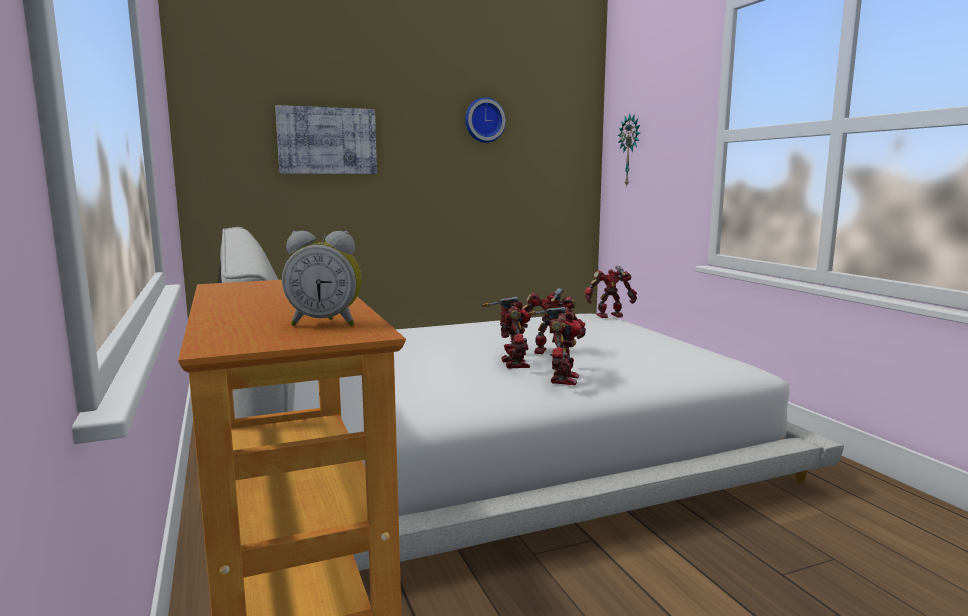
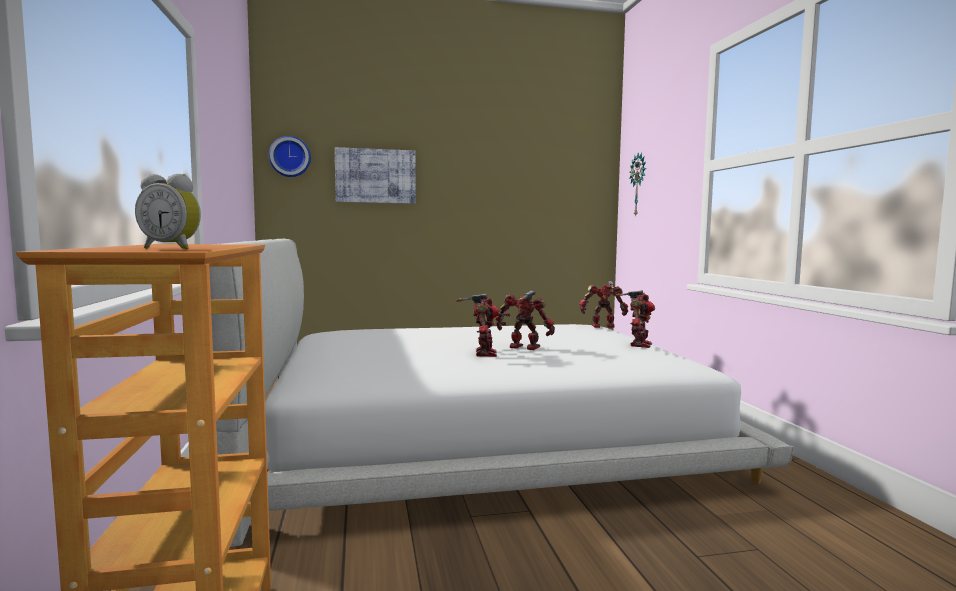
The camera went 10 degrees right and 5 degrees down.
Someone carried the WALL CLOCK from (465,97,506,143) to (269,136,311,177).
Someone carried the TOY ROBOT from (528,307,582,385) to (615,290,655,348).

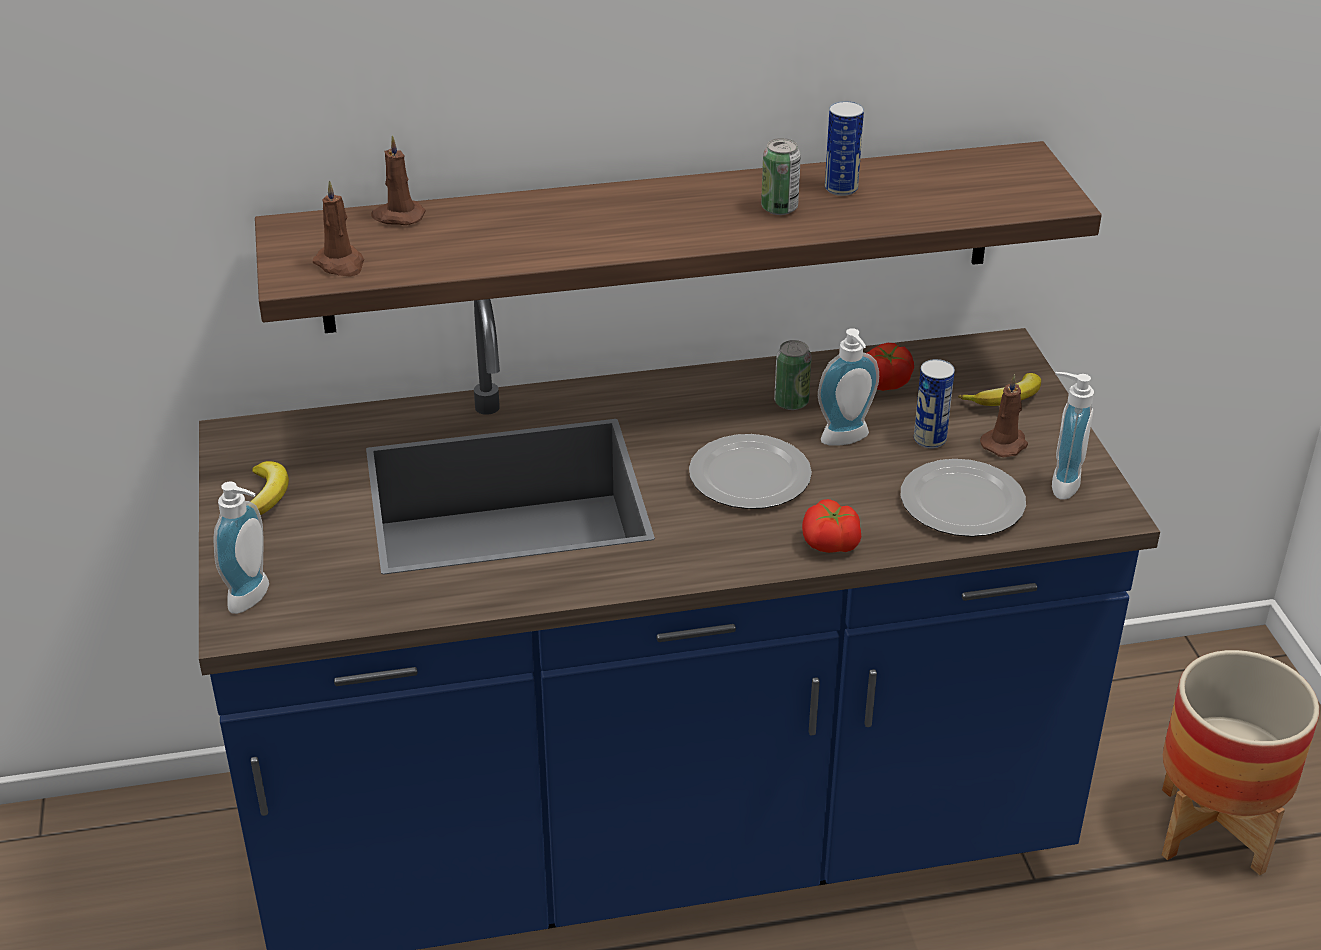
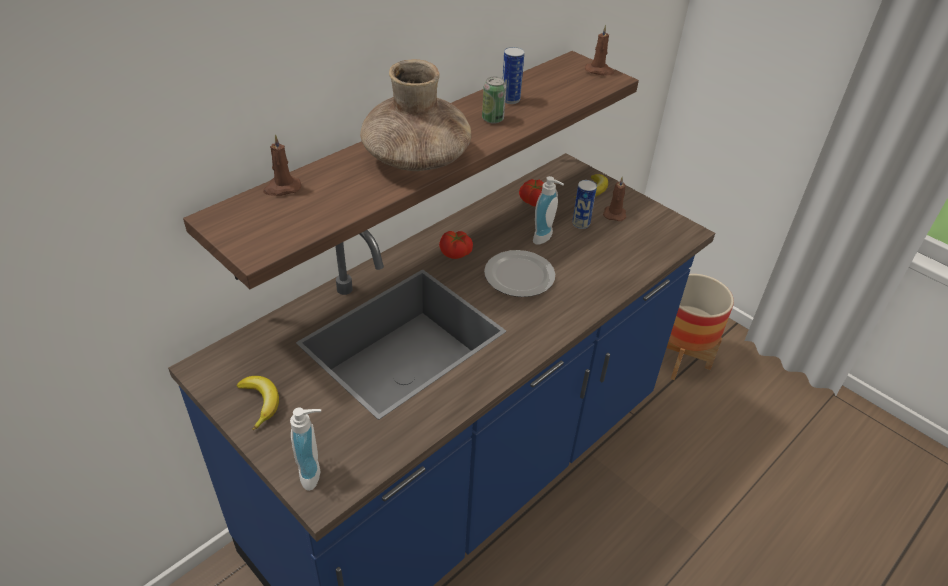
The camera went 35 degrees left and 5 degrees up.
Someone put down the BROWN VASE at (360,59,472,171).
Someone carried the TOMATO from (802,499,861,553) to (439,231,473,259).
Someone carried the BROWN CANDLE from (313,180,364,277) to (585,25,614,76).
Someone took away the CAN at (774,340,812,410).
Someone took away the PLATE at (901,459,1026,537).
Someone took away the SOAP DISPENSER at (1052,372,1094,500).

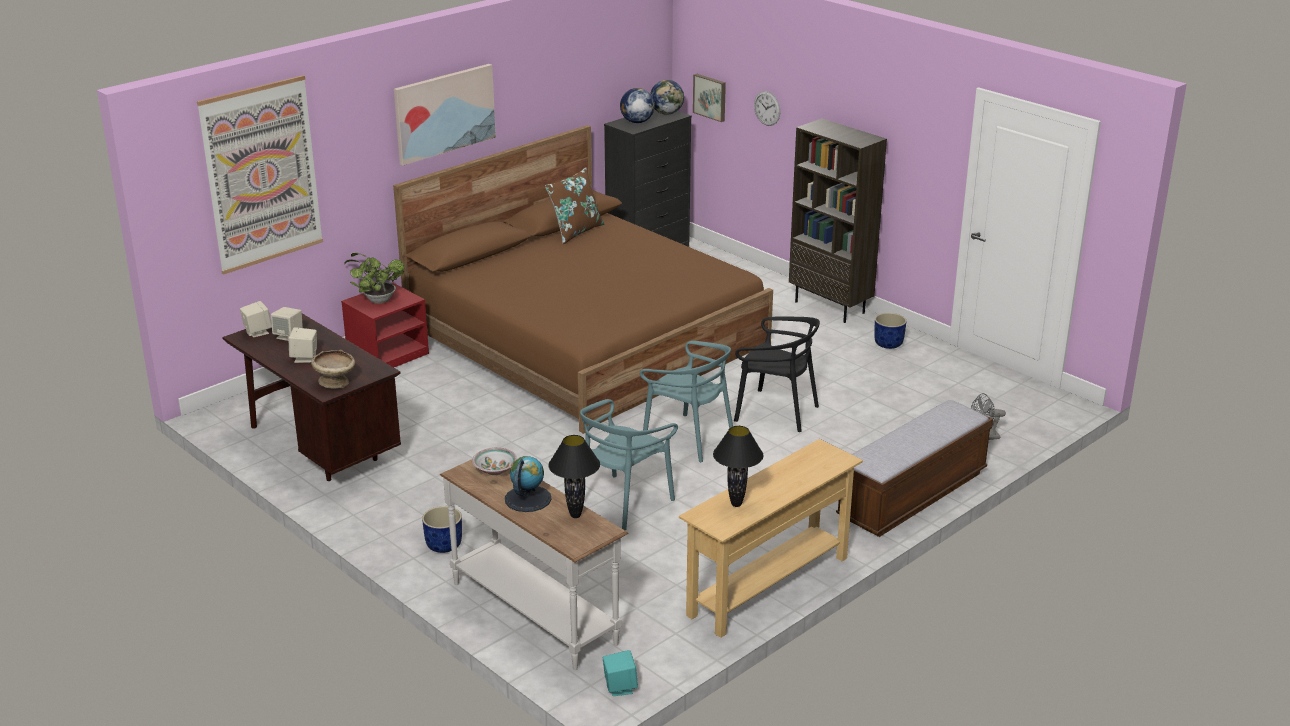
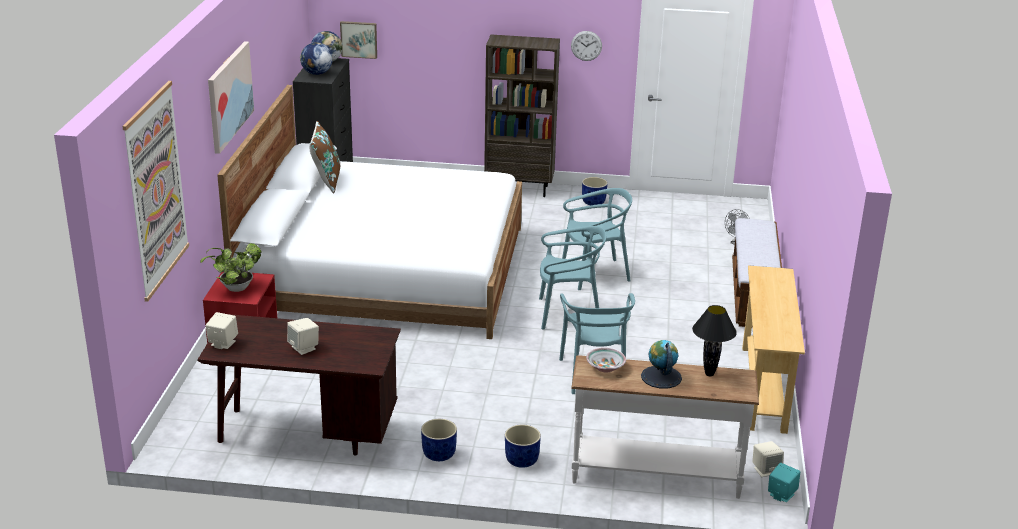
The camera went 40 degrees left and 0 degrees up.
Someone repainted the BROWN BED at (393,125,773,434), which became the WHITE BED at (217,85,522,339).
Someone put down the BLUE PLANTER at (421,419,457,461).
Someone repainted the BLACK CHAIR at (734,317,820,432), which became the TURQUOISE CHAIR at (562,188,632,290).
Someone carried the WALL CLOCK from (754,91,781,126) to (571,31,602,61).
Someone carried the BEIGE SPEAKER from (271,307,303,341) to (752,441,784,477).
Someone took away the BEIGE BOWL at (311,350,355,389).
Someone took away the BLACK TABLE LAMP at (713,426,763,507).

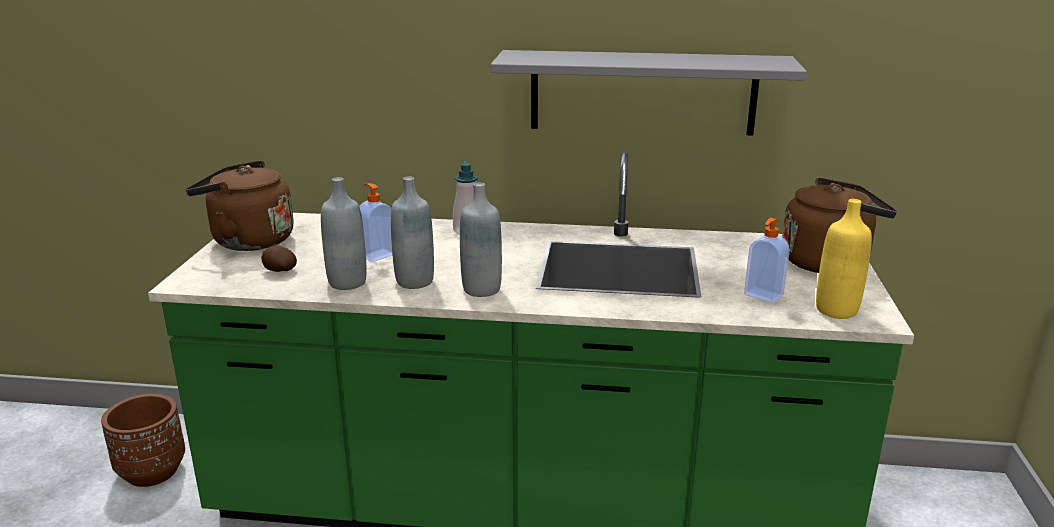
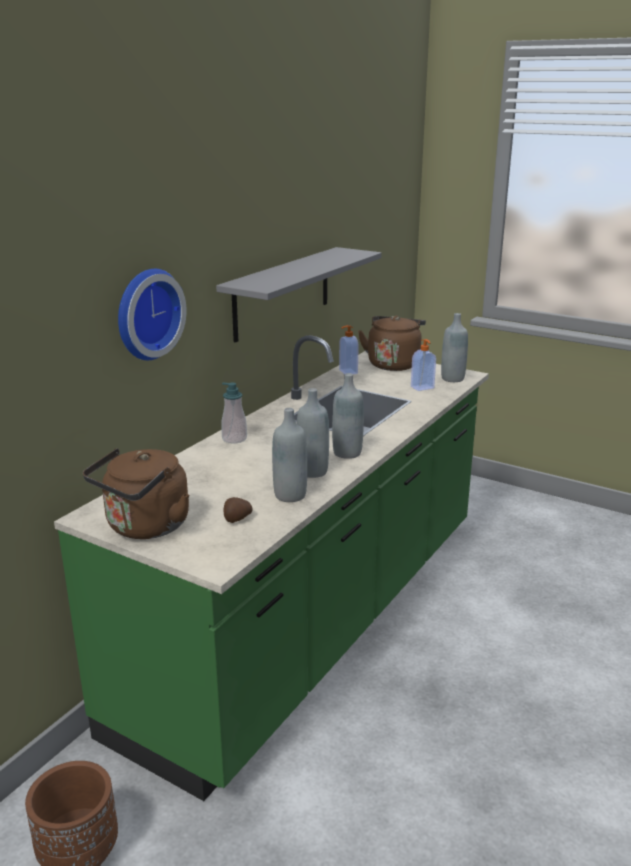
The camera went 65 degrees left and 0 degrees up.
Someone put up the WALL CLOCK at (118,269,187,360).
Someone carried the SOAP DISPENSER from (359,183,393,262) to (339,325,359,374).
Someone repainted the YELLOW BOTTLE at (816,199,872,319), which became the GREY BOTTLE at (441,313,468,382).

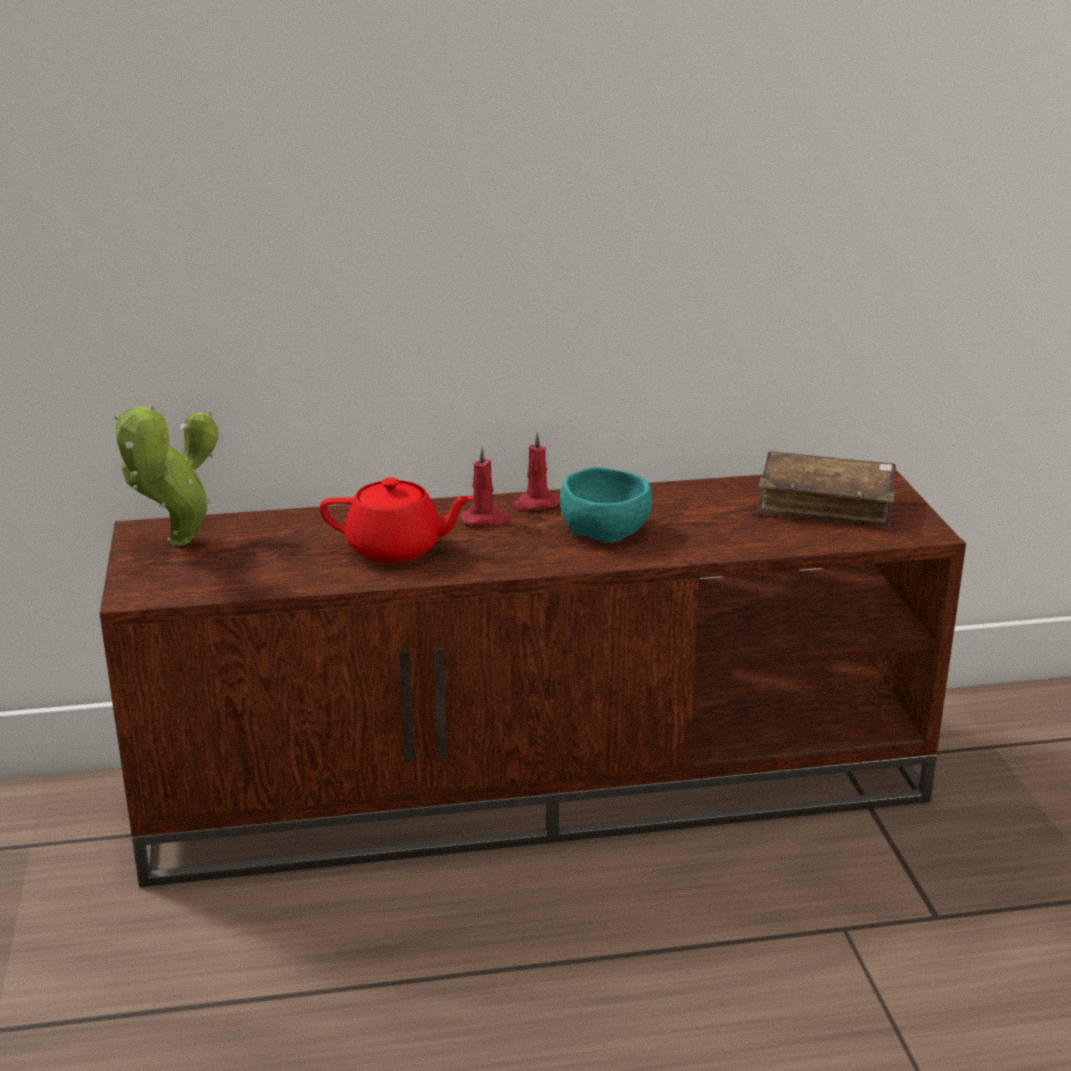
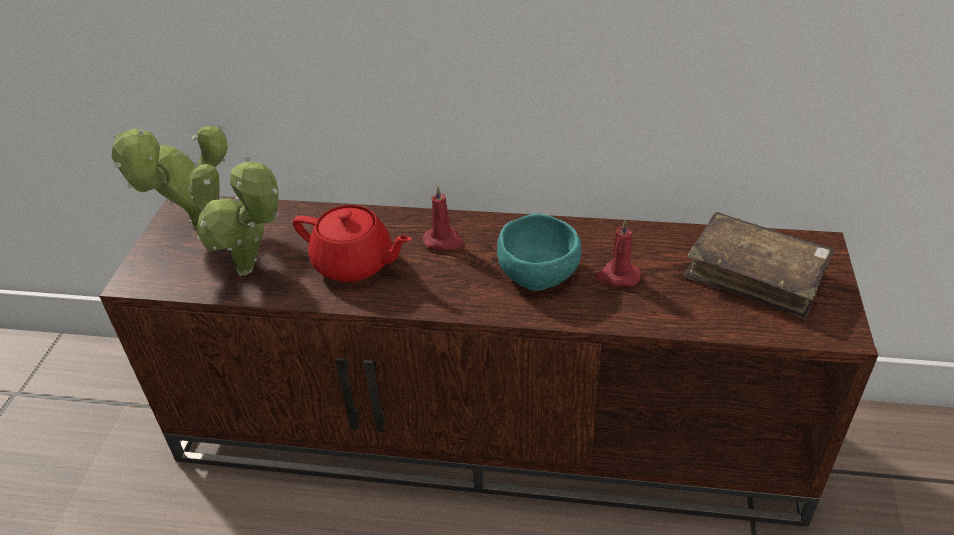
The camera went 20 degrees right and 15 degrees up.
Someone put down the POTTED PLANT at (189,157,279,276).
Someone carried the RED CANDLE from (512,432,559,510) to (595,220,641,287).

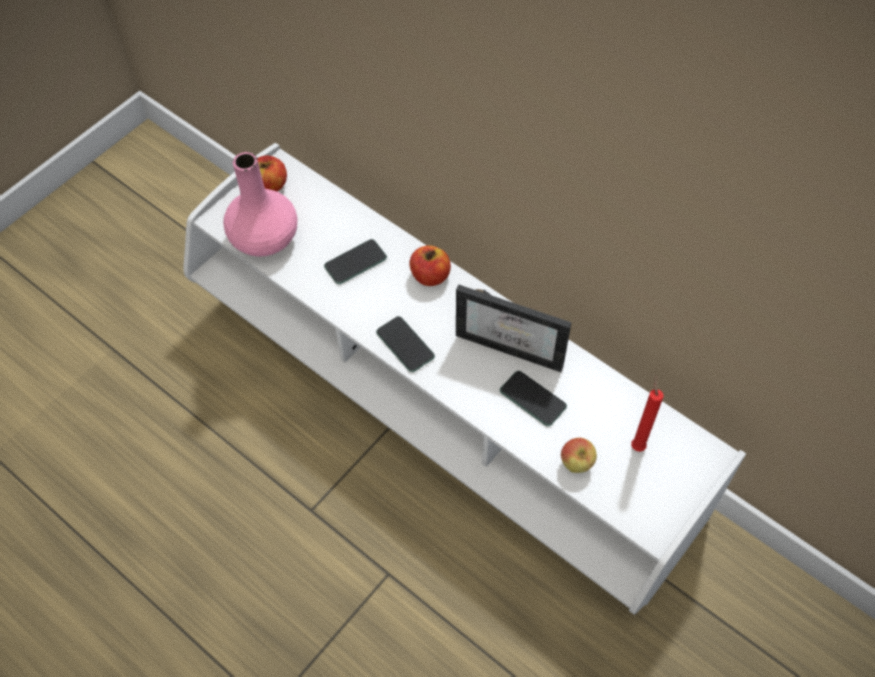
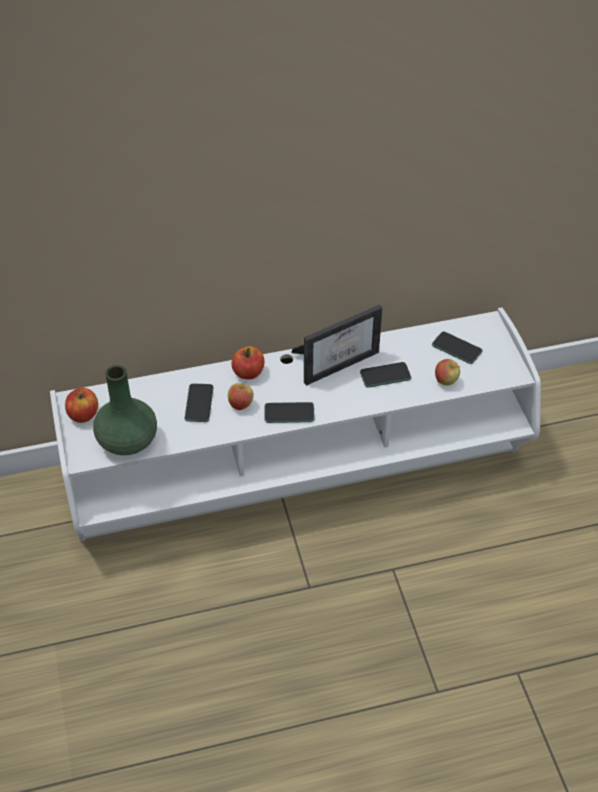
The camera went 55 degrees left and 10 degrees down.
Someone repainted the PINK VASE at (223,152,298,257), which became the GREEN VASE at (93,365,157,455).
Someone put down the APPLE at (228,381,254,410).
Someone swapped the RED CANDLE at (631,376,664,452) for the PHONE at (432,331,483,364).

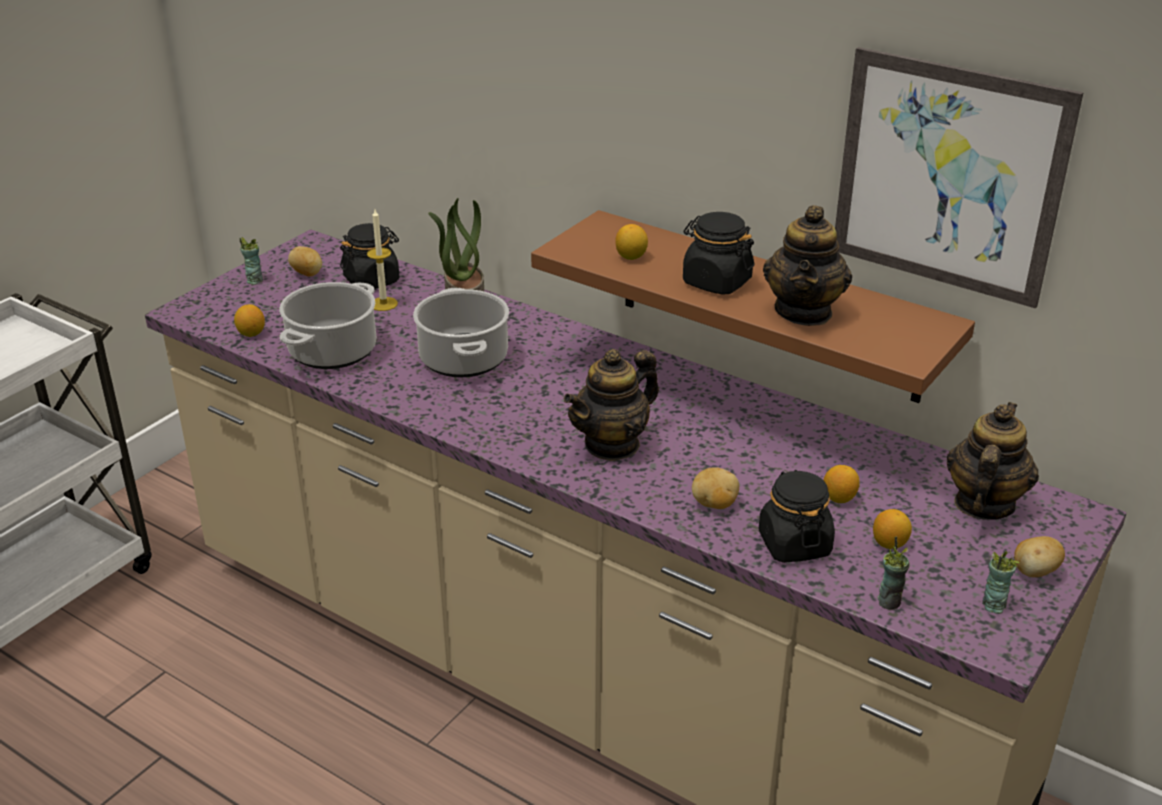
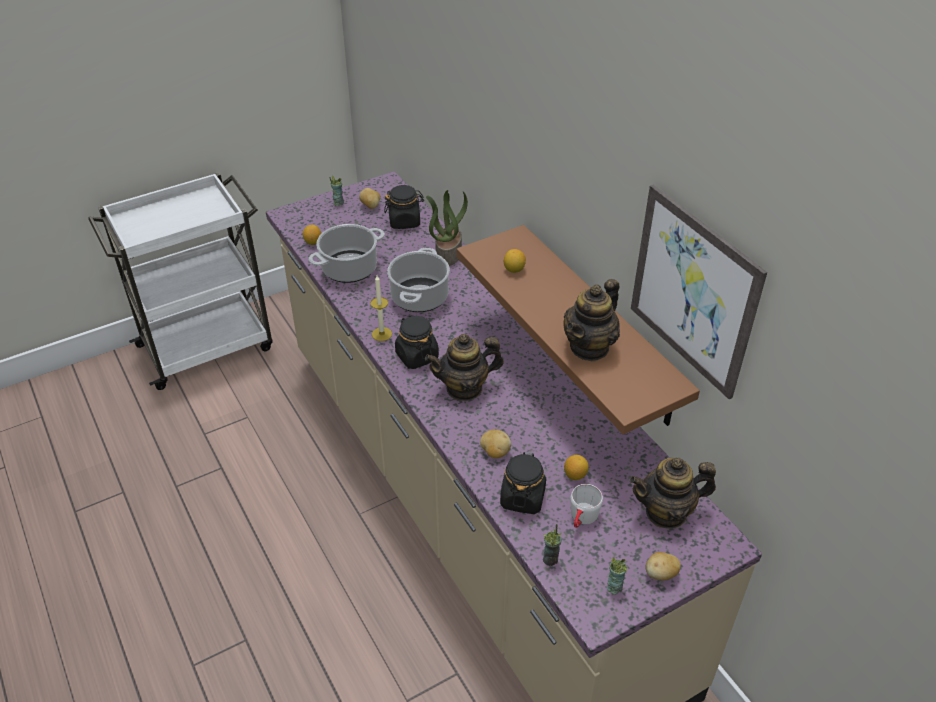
The camera went 25 degrees right and 10 degrees up.
Someone carried the CANDLE from (367,209,398,311) to (370,276,392,341).
Someone carried the BLACK JAR from (683,212,754,295) to (395,315,439,369).
Someone swapped the LEMON at (873,509,912,549) for the WHITE MUG at (570,484,603,528).
Someone rotated the TEAPOT at (947,402,1039,520) by 150 degrees counterclockwise.

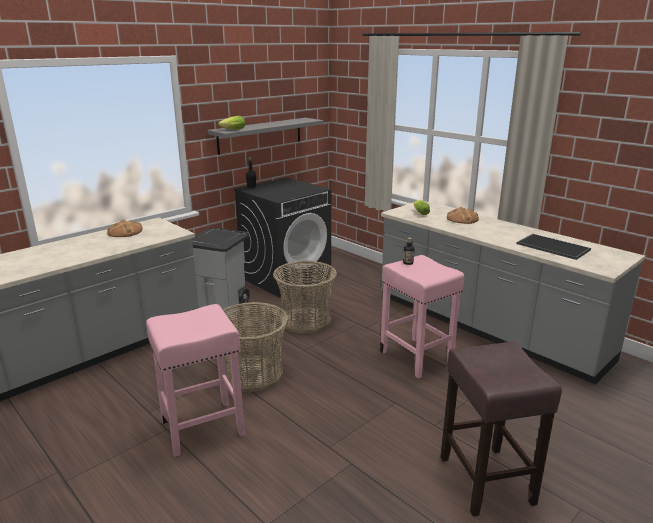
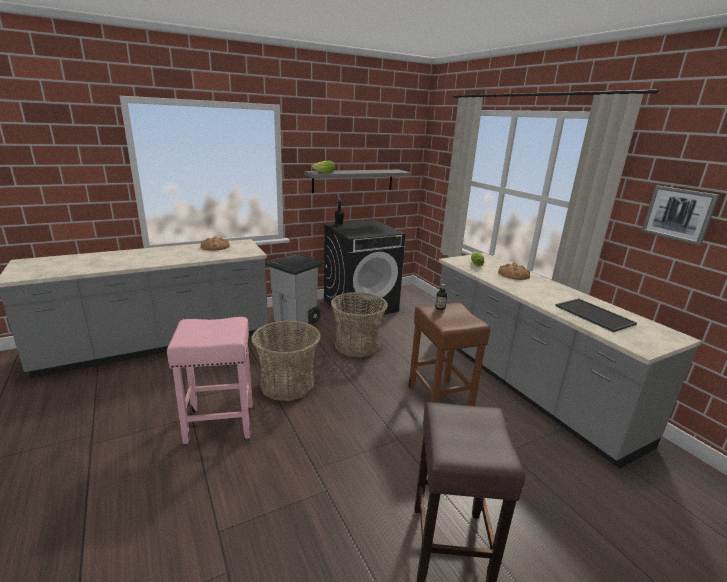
The camera went 15 degrees right and 0 degrees up.
Someone repainted the PINK STOOL at (380,255,464,379), which became the BROWN STOOL at (408,303,490,406).
Someone put up the PICTURE at (641,185,719,246).

